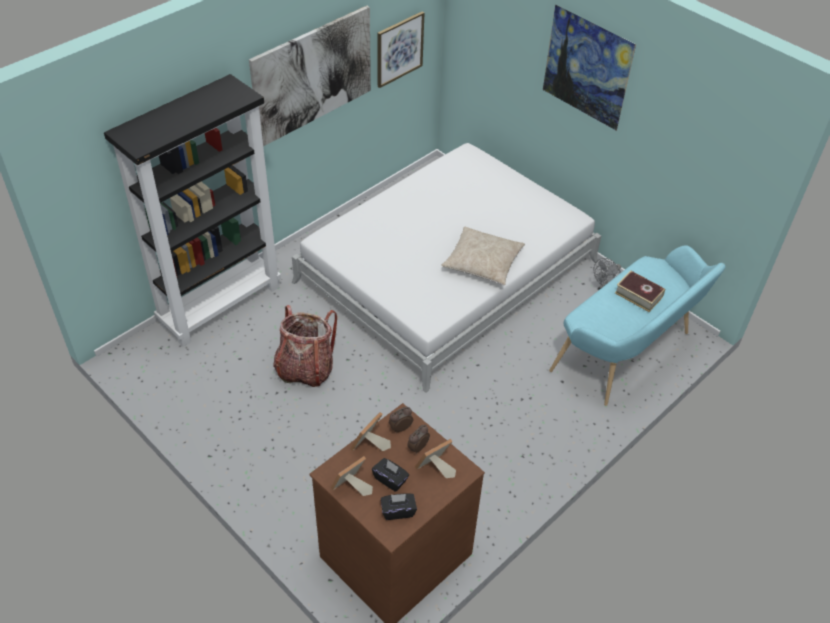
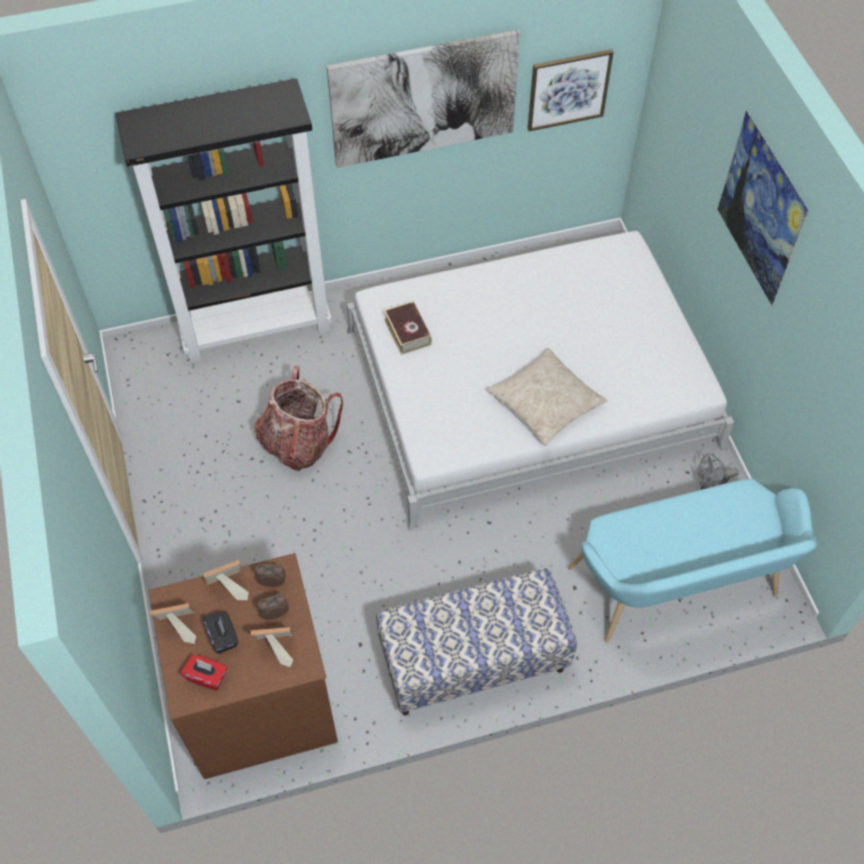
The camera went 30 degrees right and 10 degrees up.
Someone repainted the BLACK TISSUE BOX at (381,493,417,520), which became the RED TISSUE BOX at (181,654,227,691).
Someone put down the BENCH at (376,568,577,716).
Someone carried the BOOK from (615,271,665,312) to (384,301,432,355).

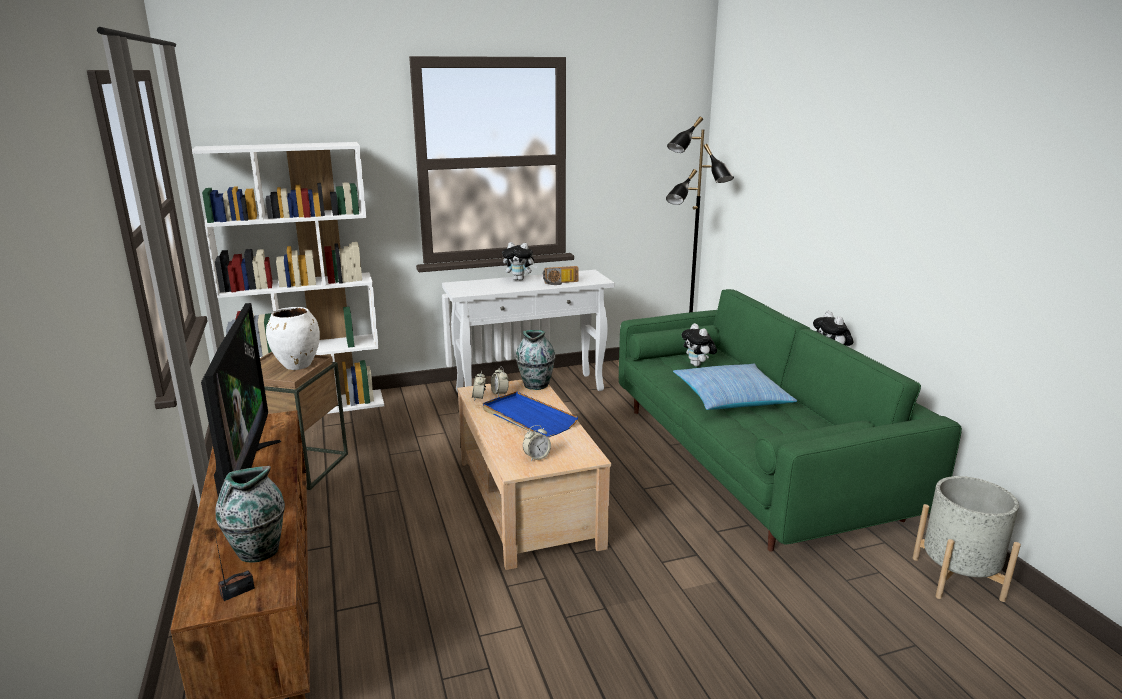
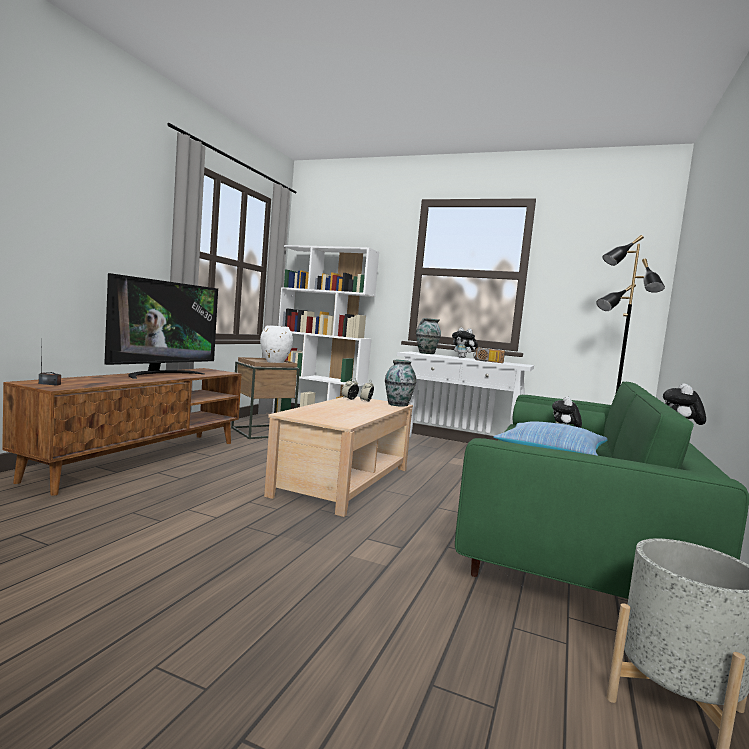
The camera went 40 degrees right and 15 degrees down.
Someone carried the VASE from (215,466,285,562) to (416,318,441,354).
Someone took away the BLUE TRAY at (483,391,578,437).
Someone took away the ALARM CLOCK at (523,425,551,461).

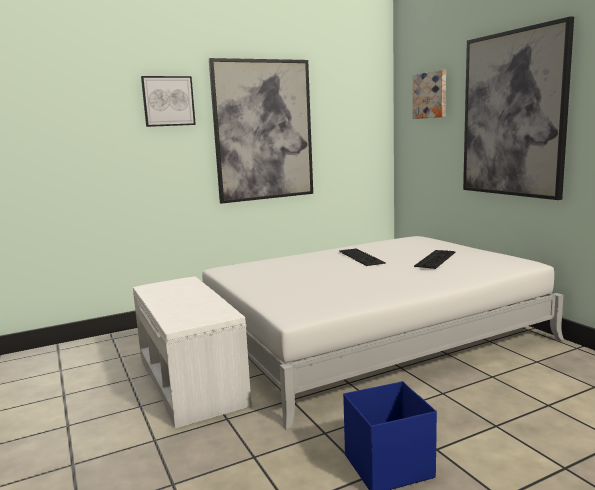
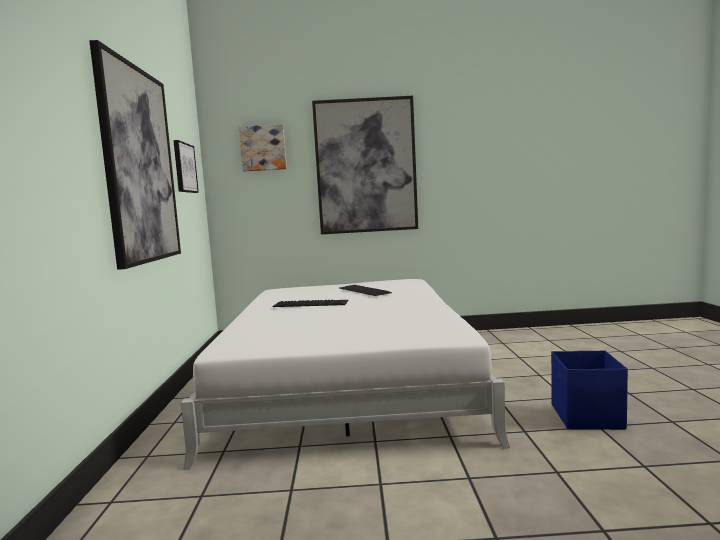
The camera went 65 degrees left and 5 degrees down.
Someone carried the PICTURE from (141,76,196,127) to (173,140,199,193).
Someone took away the WHITE BENCH at (133,276,252,428).

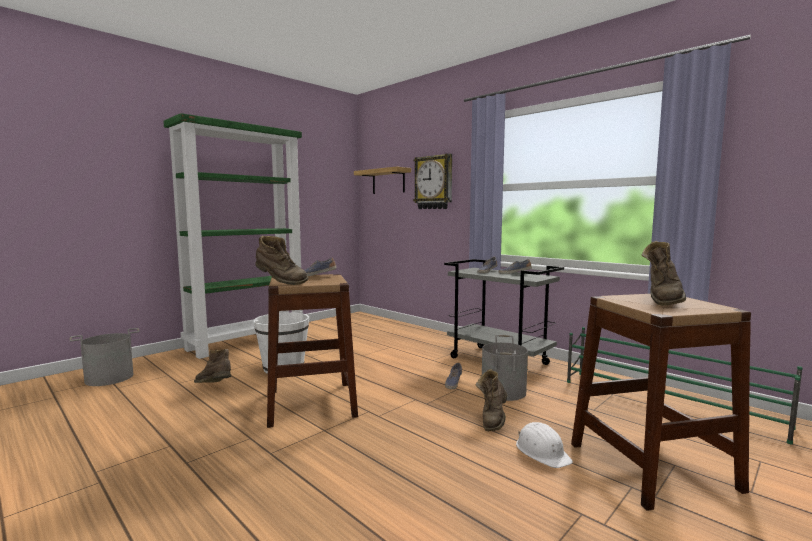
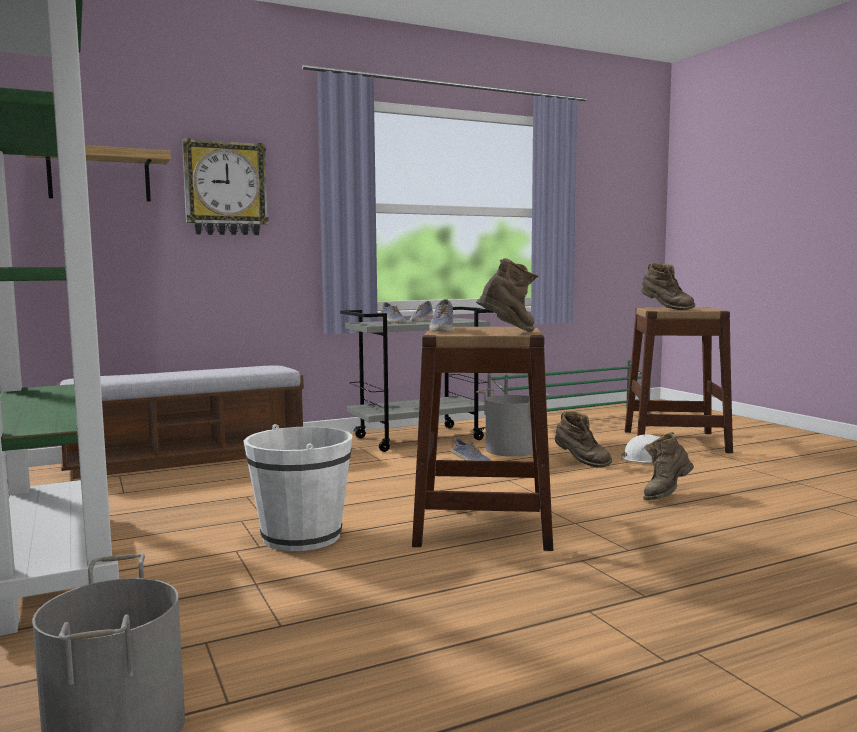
The camera went 70 degrees left and 0 degrees up.
Someone put down the BENCH at (57,366,304,479).
Someone carried the BROWN BOOT from (194,349,231,383) to (643,432,694,500).

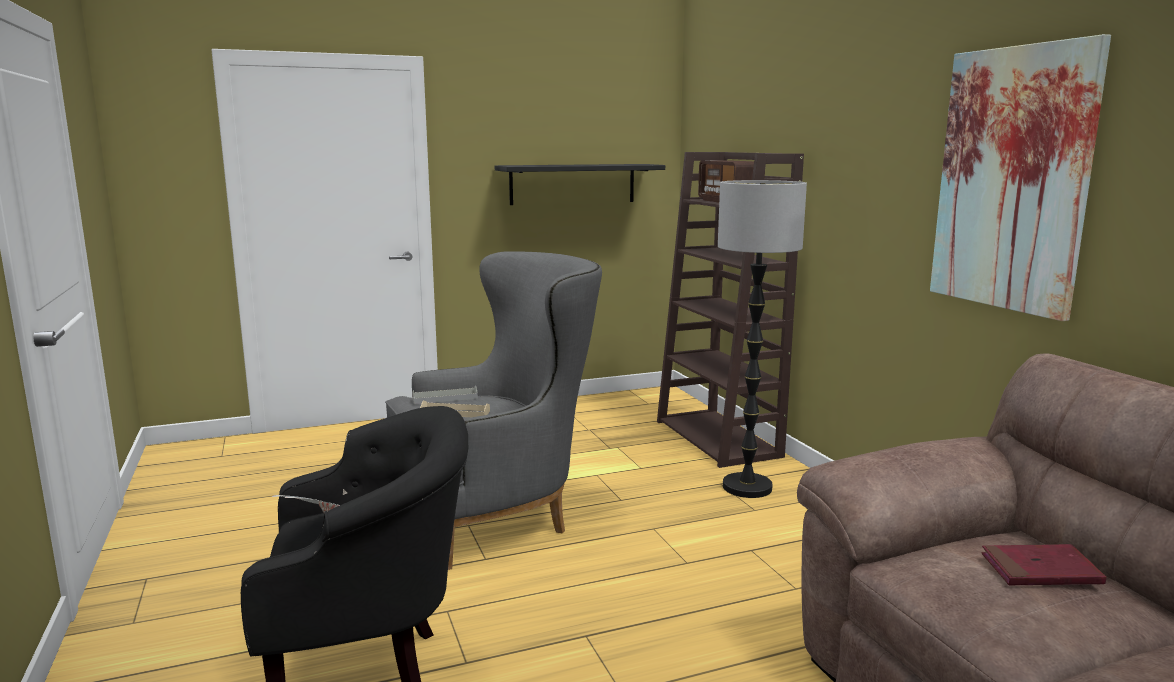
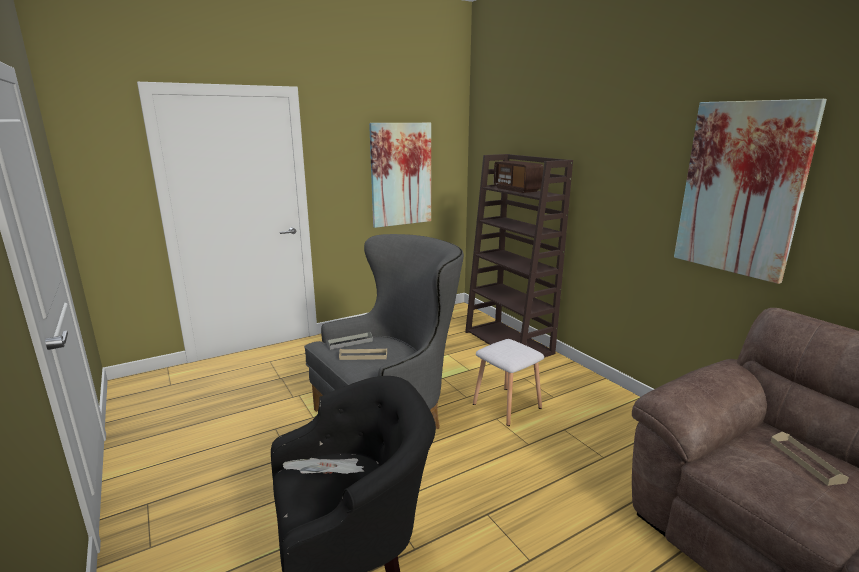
The camera went 10 degrees left and 5 degrees up.
Someone swapped the BLACK SHELF at (495,164,665,205) for the PICTURE at (369,123,431,228).
Someone put down the WHITE STOOL at (473,339,544,426).
Someone swapped the RED BOOK at (981,544,1106,585) for the BEIGE TRAY at (771,432,849,486).
Someone took away the FLOOR LAMP at (718,180,807,498).

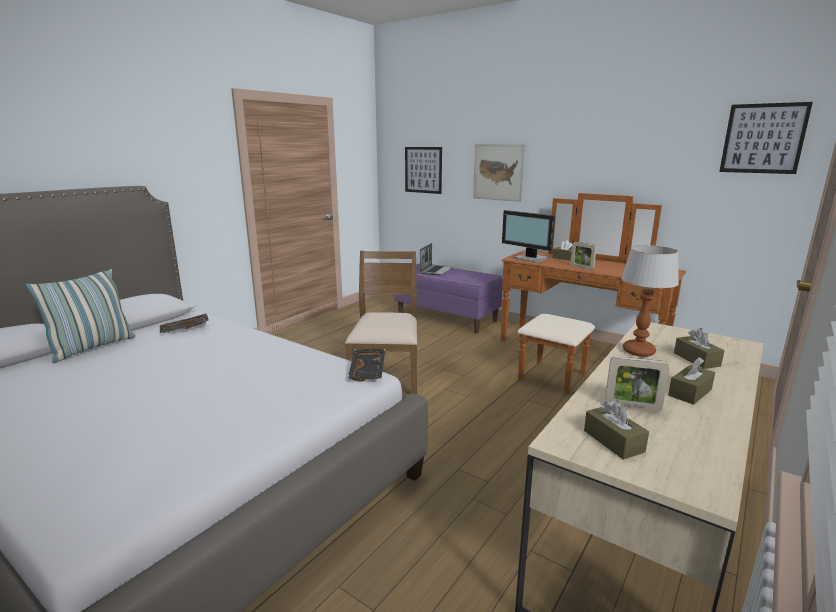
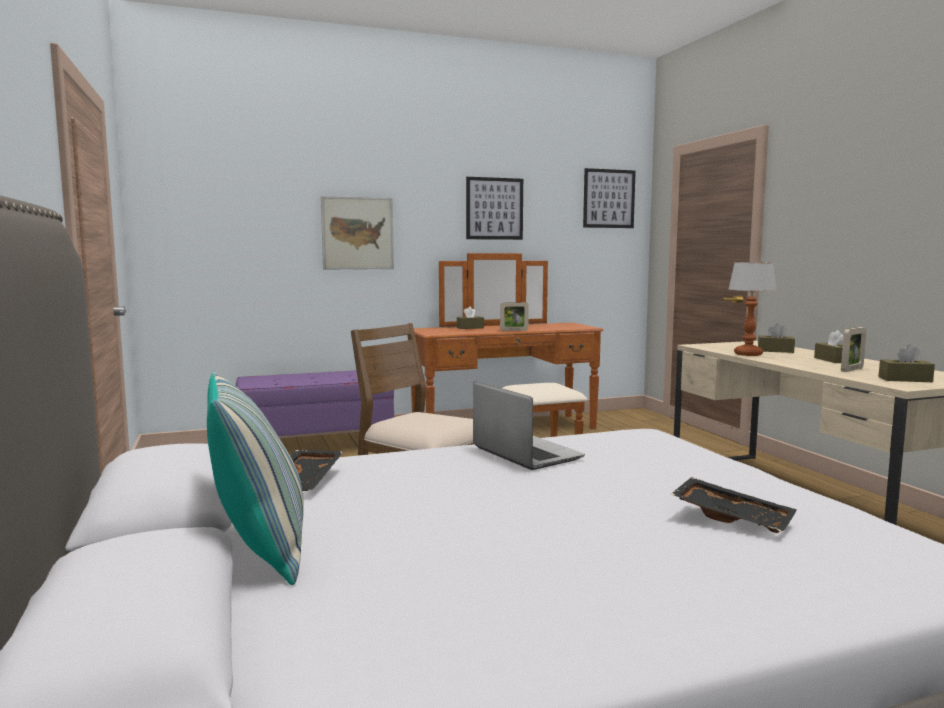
The camera went 55 degrees left and 10 degrees down.
Someone carried the PICTURE from (405,147,442,194) to (466,177,523,240).
Someone carried the LAPTOP from (420,243,453,275) to (473,381,585,470).
Someone carried the BLACK TRAY from (348,349,385,382) to (671,477,797,533).
Someone took away the MONITOR at (502,210,555,263).

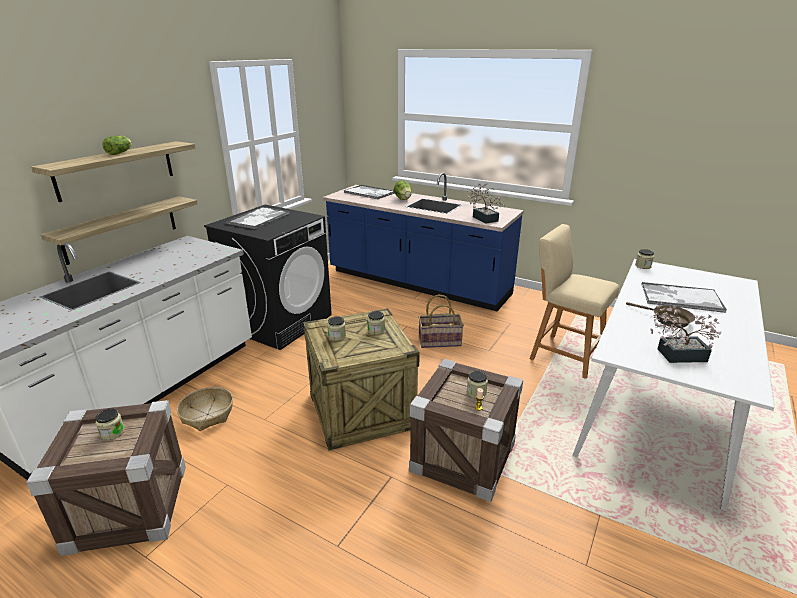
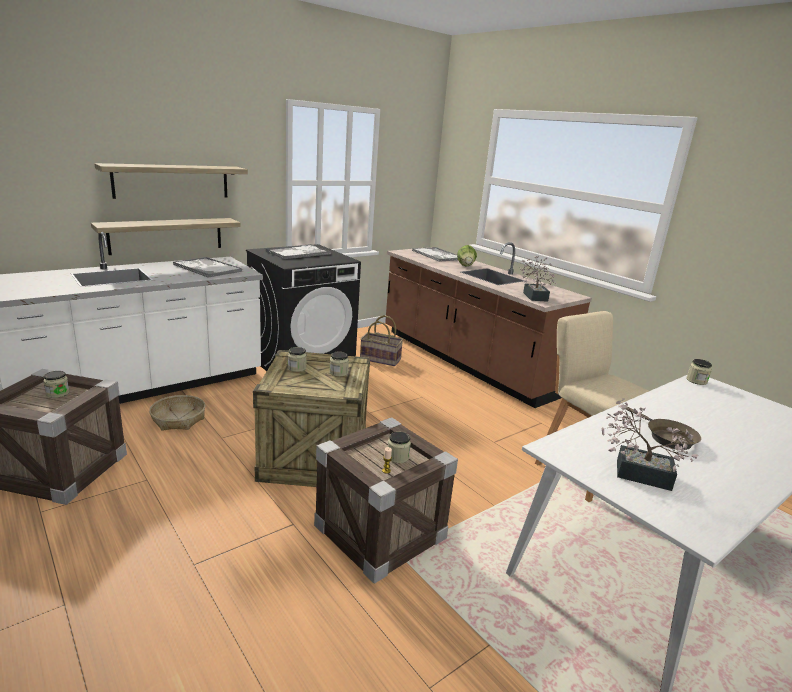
The camera went 20 degrees right and 5 degrees down.
Someone carried the TRAY from (641,282,727,313) to (173,257,242,278).
Someone carried the BASKET from (418,295,464,348) to (360,315,403,366).
Someone repainted the BLUE COUNTER at (323,173,524,312), which became the BROWN COUNTER at (385,242,592,408).
Someone took away the LETTUCE at (102,136,132,155).

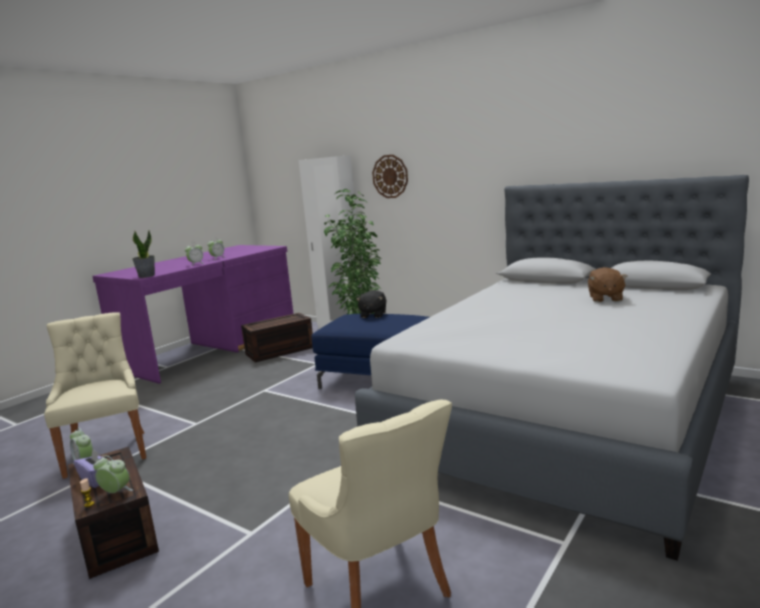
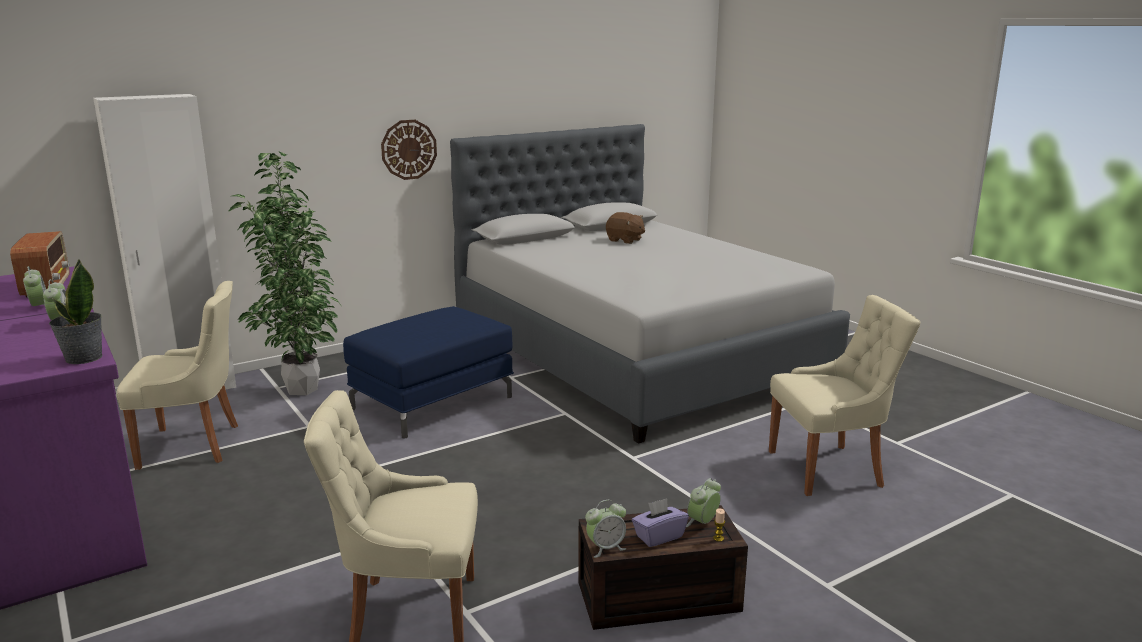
The camera went 70 degrees left and 5 degrees up.
Someone put down the RADIO at (10,231,69,298).
Someone swapped the BROWN STORAGE BOX at (241,313,313,362) for the BEIGE CHAIR at (117,281,238,470).
Someone carried the WALL CLOCK from (372,155,408,198) to (381,120,437,180).
Someone took away the BLACK PLUSH TOY at (356,290,386,318).

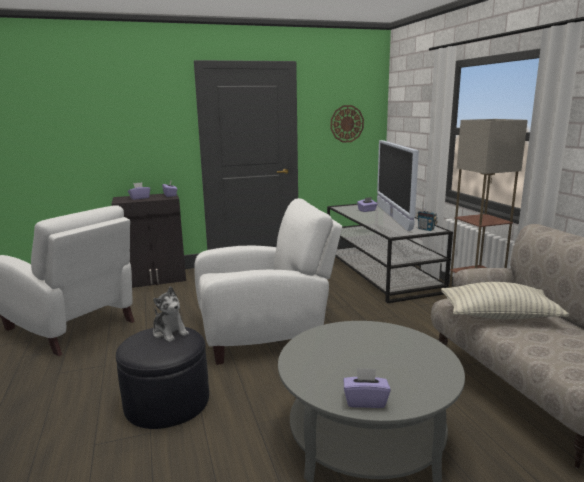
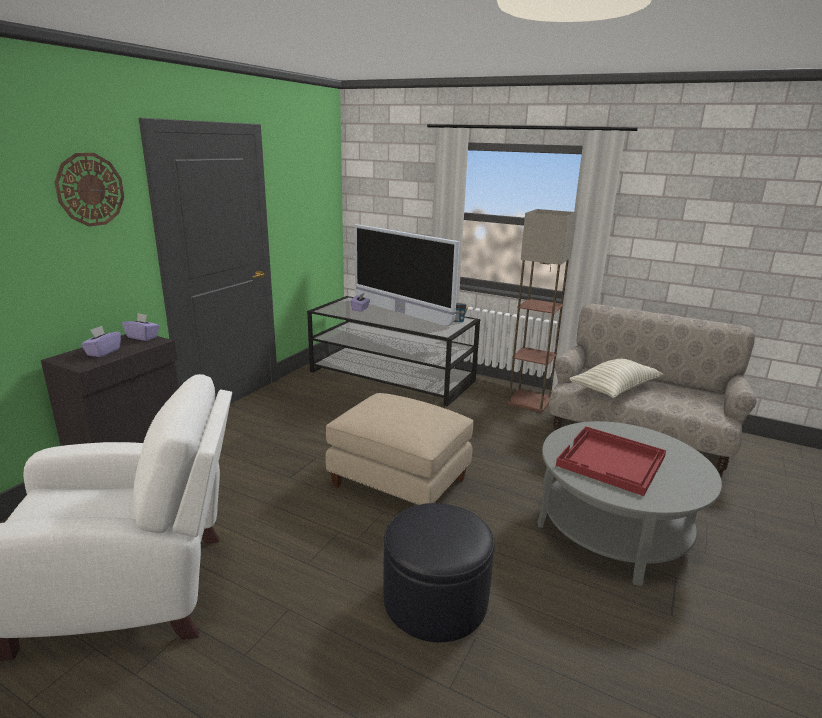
The camera went 45 degrees left and 5 degrees up.
Someone carried the WALL CLOCK from (331,105,364,143) to (55,153,124,227).
Someone swapped the WHITE ARMCHAIR at (194,198,342,365) for the BEIGE OTTOMAN at (325,393,473,505).
Someone put down the RED TRAY at (556,426,666,496).
Someone took away the PLUSH TOY at (153,286,189,342).
Someone took away the PURPLE TISSUE BOX at (343,368,391,408).

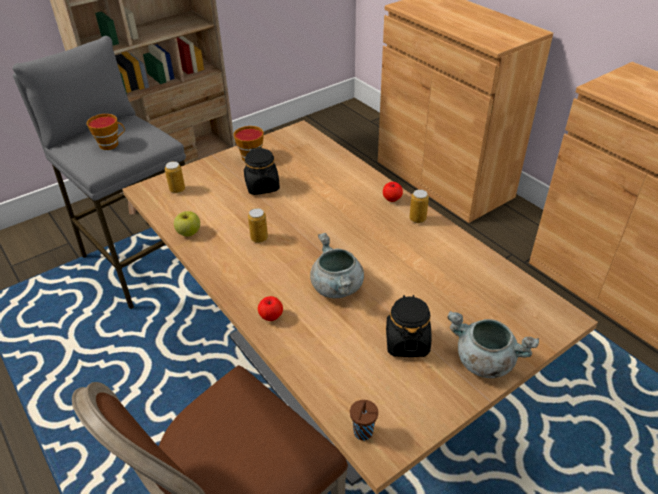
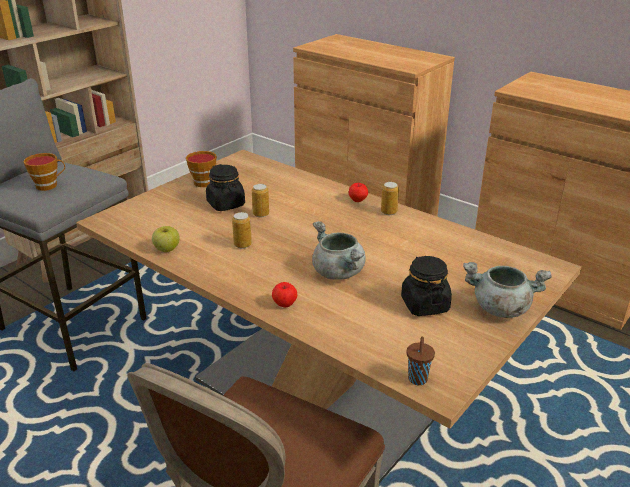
The camera went 15 degrees left and 10 degrees down.
Someone carried the CAN from (165,161,185,193) to (252,184,269,218).

